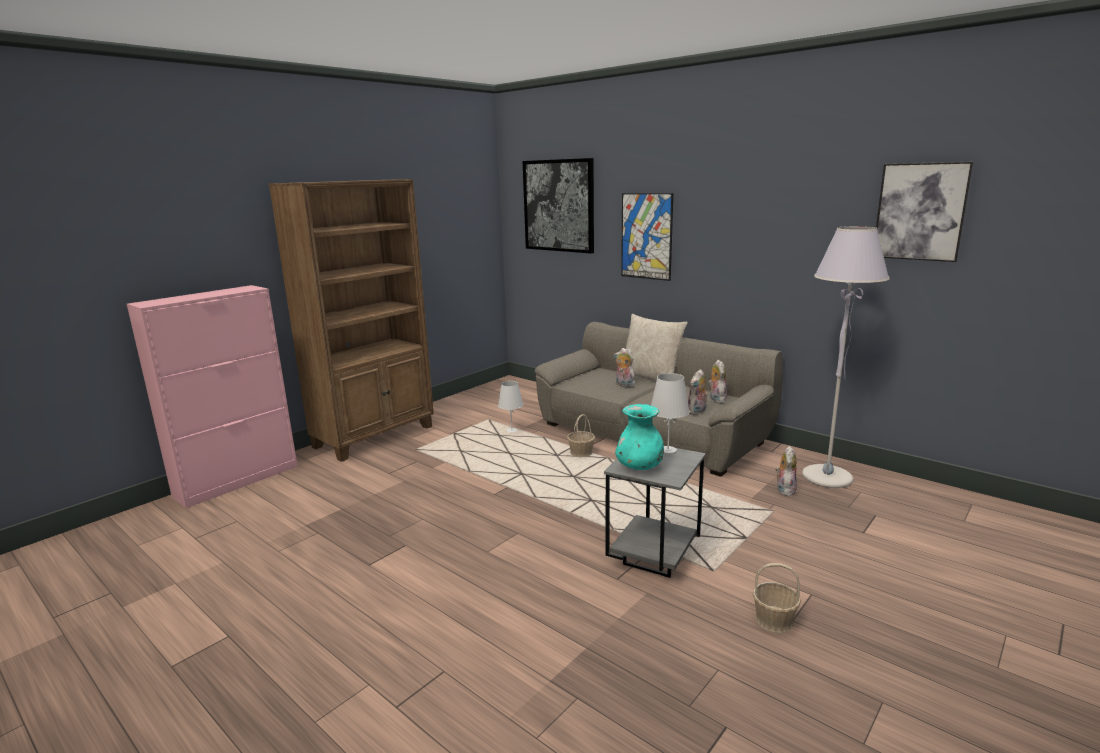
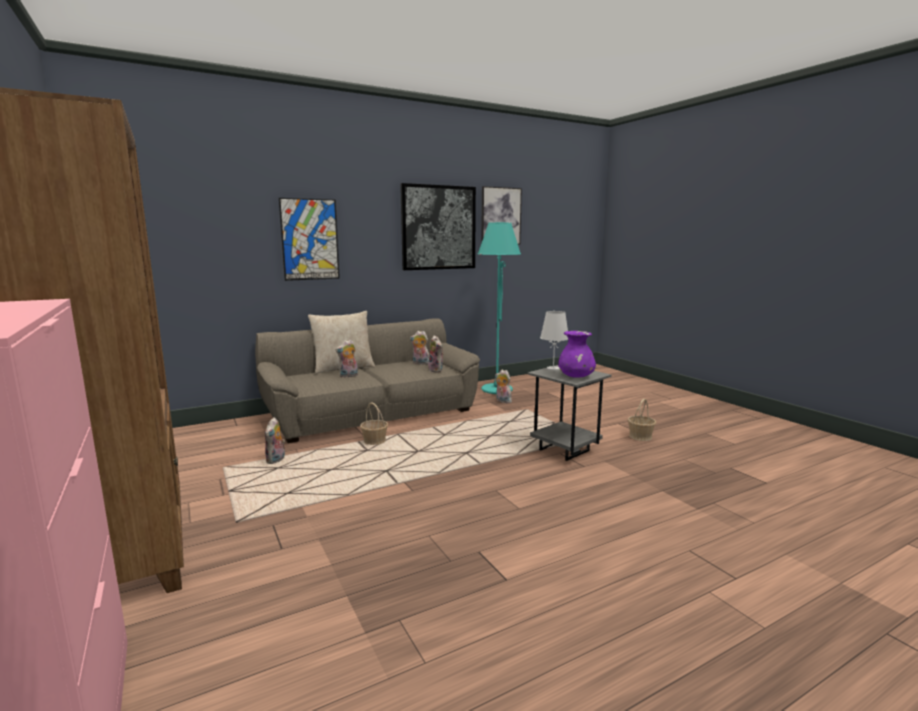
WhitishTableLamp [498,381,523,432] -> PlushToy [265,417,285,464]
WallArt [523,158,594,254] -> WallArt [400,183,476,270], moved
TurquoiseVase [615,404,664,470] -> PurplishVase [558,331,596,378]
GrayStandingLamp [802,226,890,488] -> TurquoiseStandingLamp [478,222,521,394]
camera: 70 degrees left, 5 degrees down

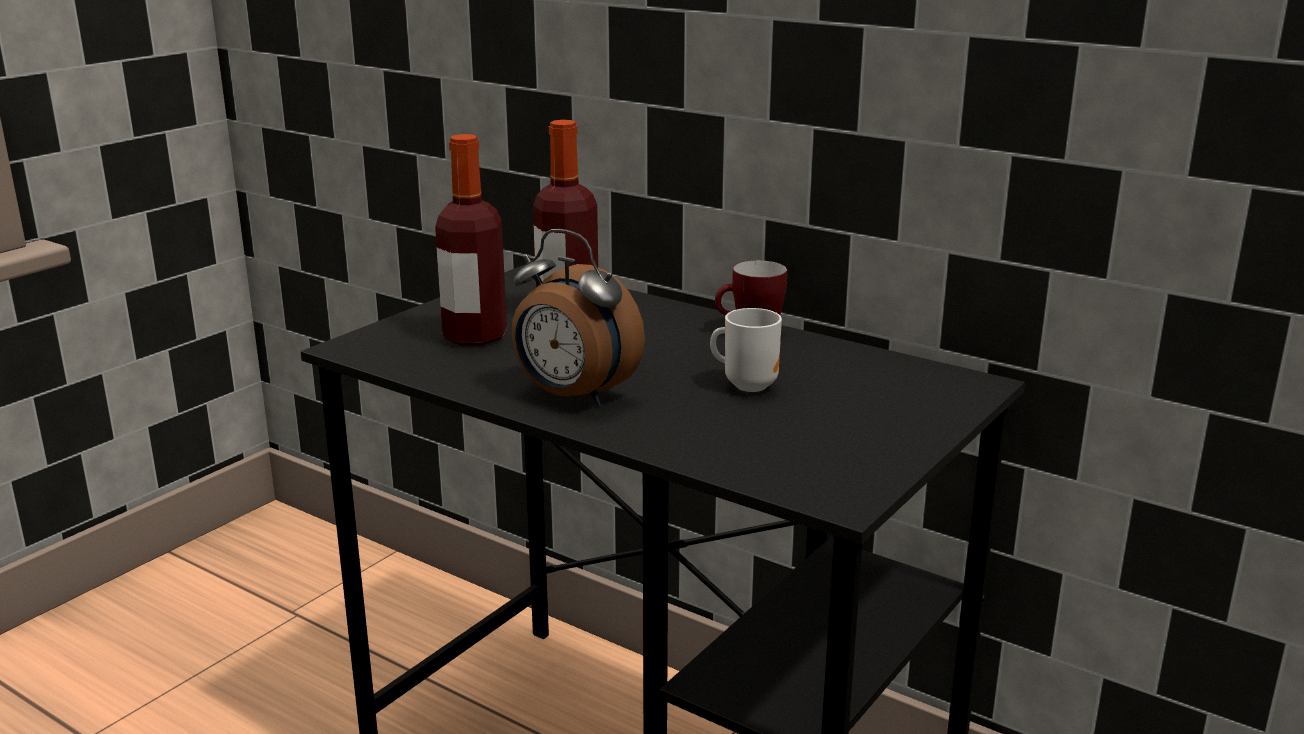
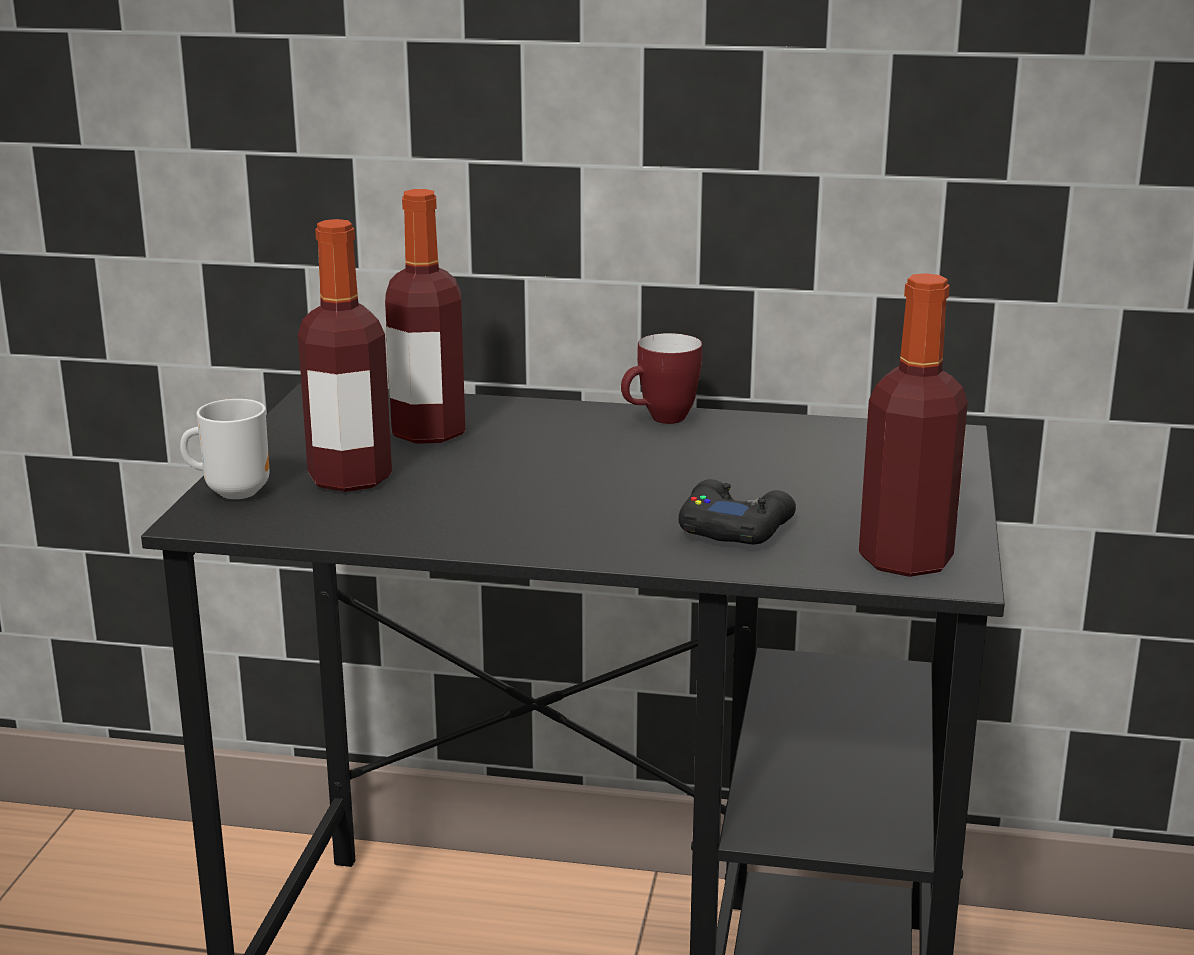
TableClock [512,229,645,406] -> none
TeaMug [710,308,782,392] -> TeaMug [180,399,270,499], moved
none -> BlackishJoypad [678,479,796,544]
none -> Bottle [859,273,968,577]
camera: 25 degrees left, 0 degrees up

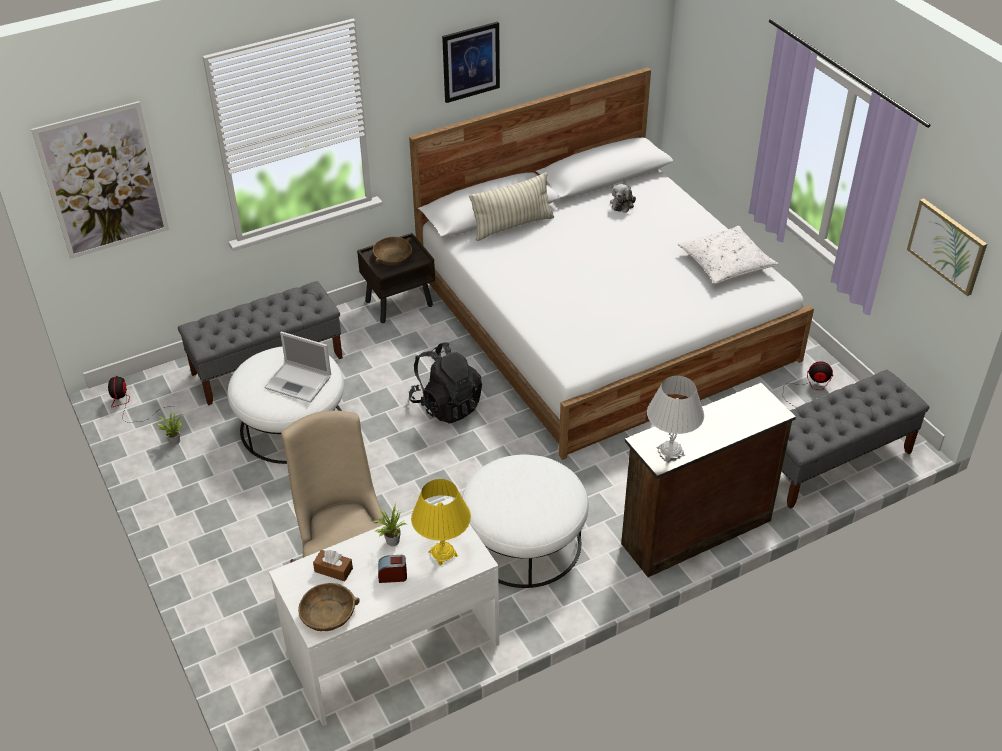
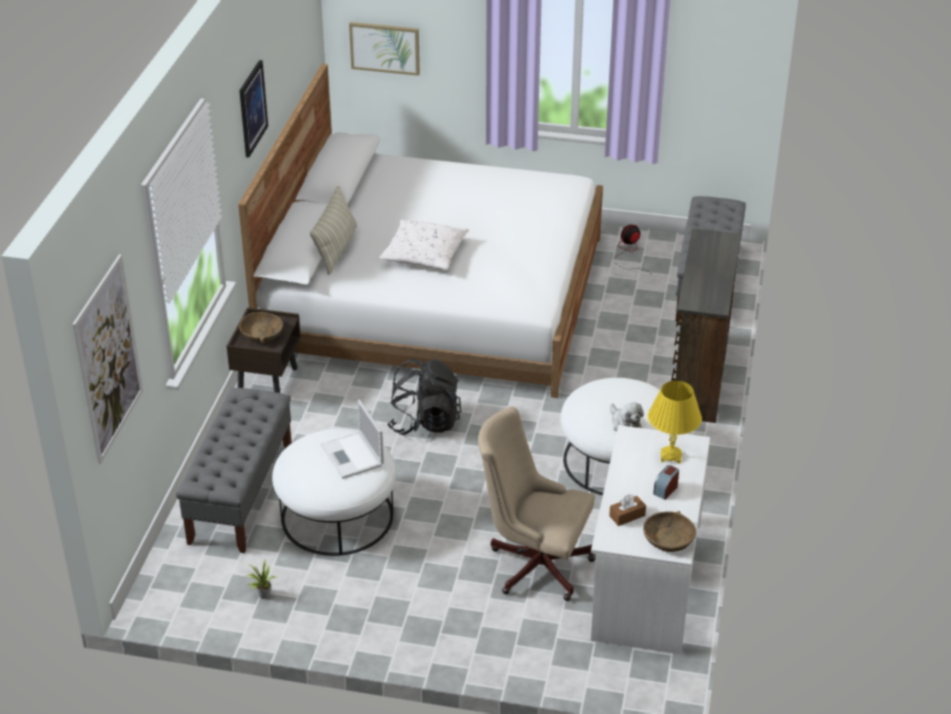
ElectricFan [108,376,171,423] -> none
Laptop [264,332,331,403] -> Laptop [321,400,384,479], 90 degrees clockwise
PlantInAPot [372,503,406,546] -> none
PlushToy [610,184,636,213] -> PlushToy [610,402,644,431], moved
WhitishTableLamp [647,376,704,462] -> none
WhitishPillow [678,226,779,284] -> WhitishPillow [379,219,469,270], moved
WallArt [907,198,987,296] -> WallArt [349,22,420,76], moved
camera: 50 degrees left, 5 degrees down

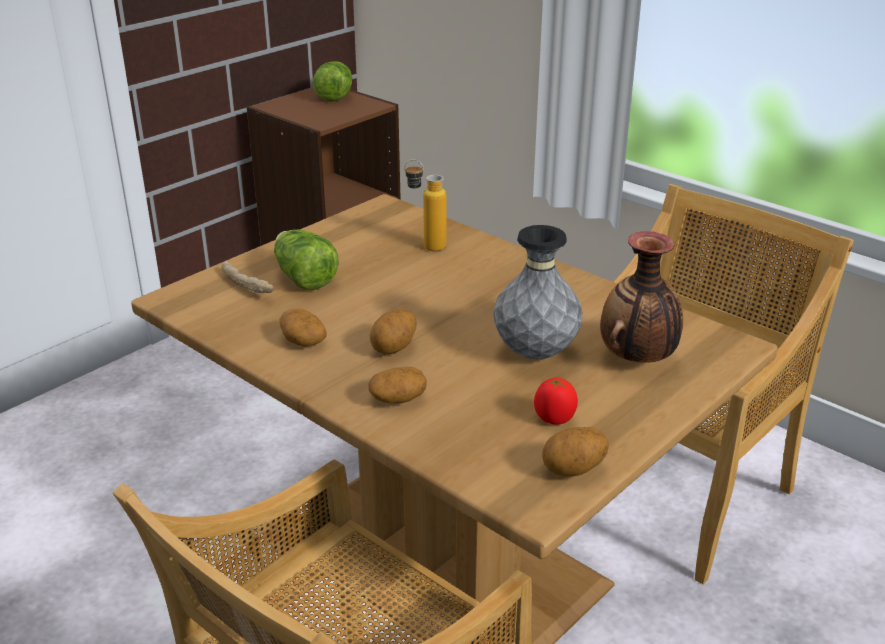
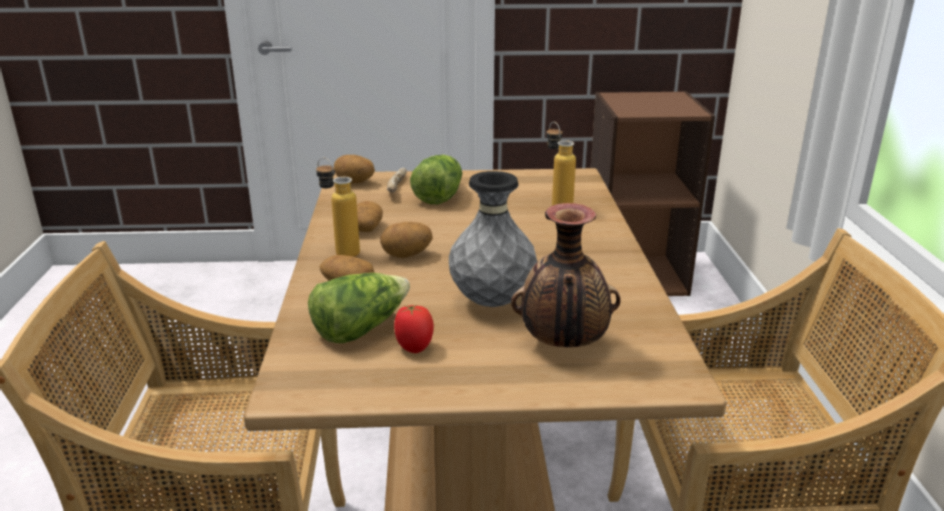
Lettuce [313,61,352,101] -> Lettuce [308,273,410,343], moved
Potato [542,427,609,476] -> Potato [334,155,375,184], moved
none -> Bottle [316,157,360,257]
camera: 45 degrees right, 5 degrees down

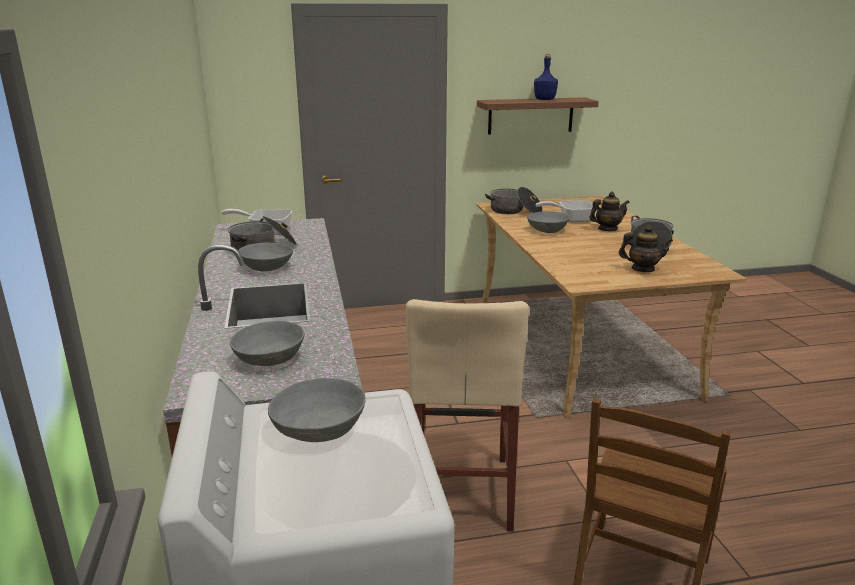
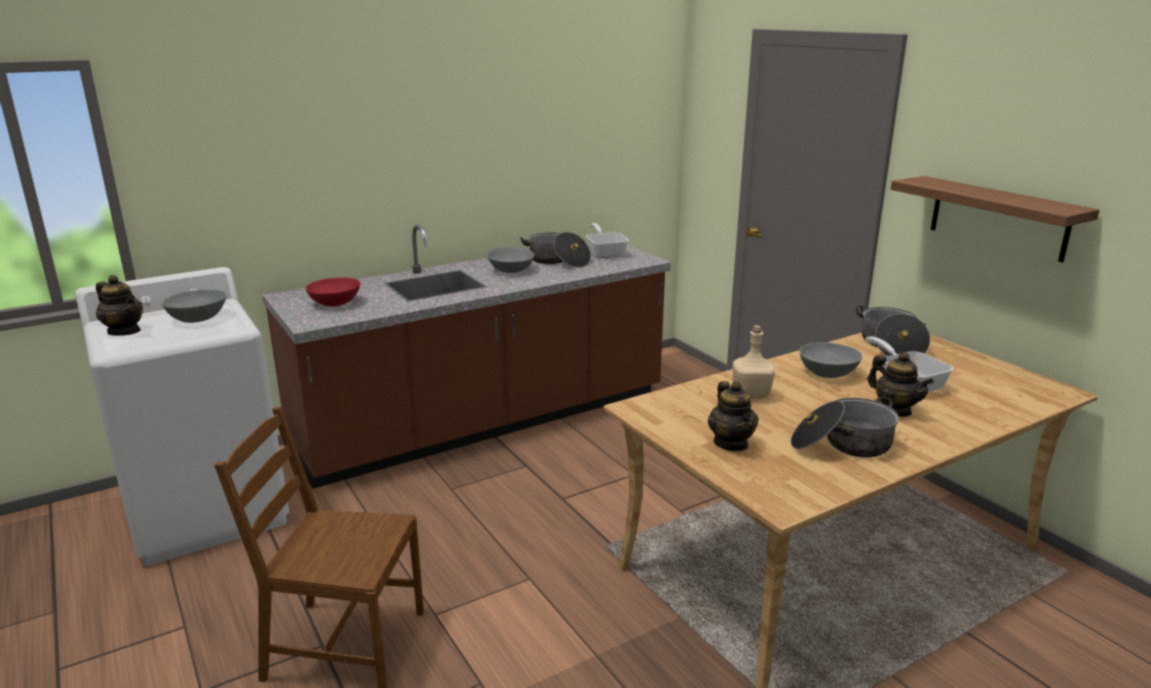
GrayDeepDish [230,321,305,366] -> RedColouredDeepDish [305,278,361,307]
BeigeColouredSittingStool [406,299,529,532] -> none
BlueColouredBottle [534,54,558,100] -> none
none -> PotForTea [96,275,143,336]
none -> BeigeColouredBottle [732,325,775,399]
camera: 70 degrees right, 0 degrees up

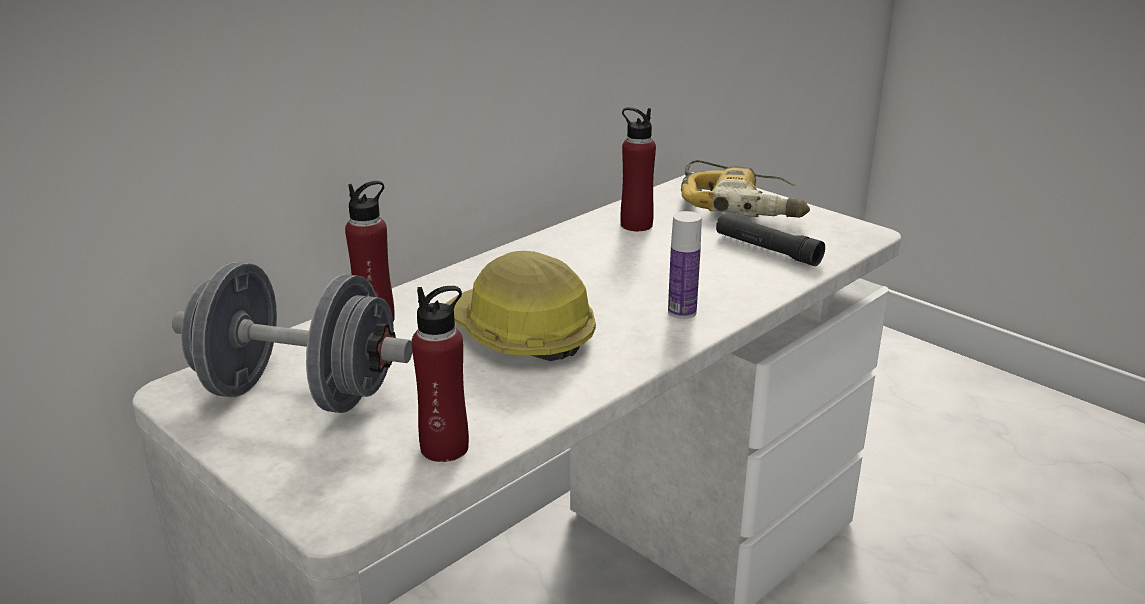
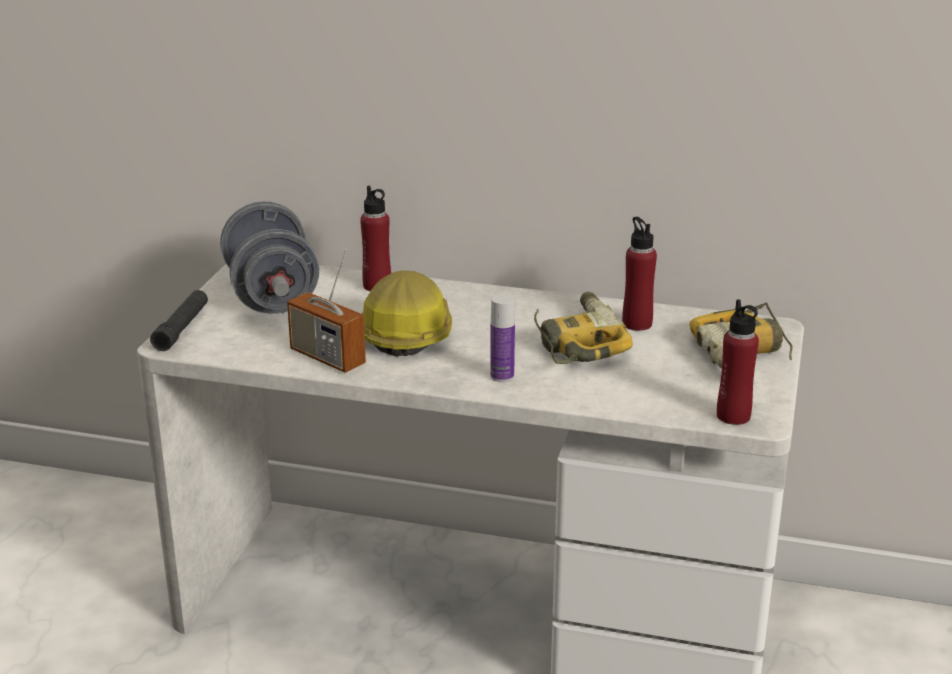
RedColouredBottle [411,286,469,462] -> RedColouredBottle [717,299,759,425], moved
BlackishHandTorch [716,214,825,266] -> BlackishHandTorch [150,290,208,351], moved
none -> Radio [287,249,366,373]
none -> PowerDrill [534,292,633,364]
camera: 60 degrees right, 0 degrees up

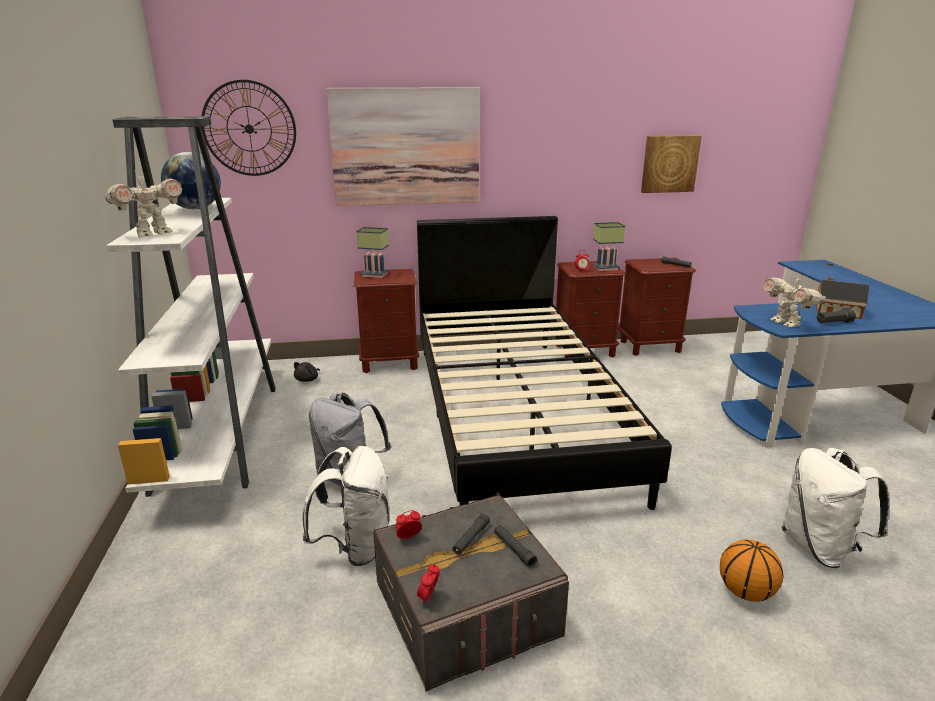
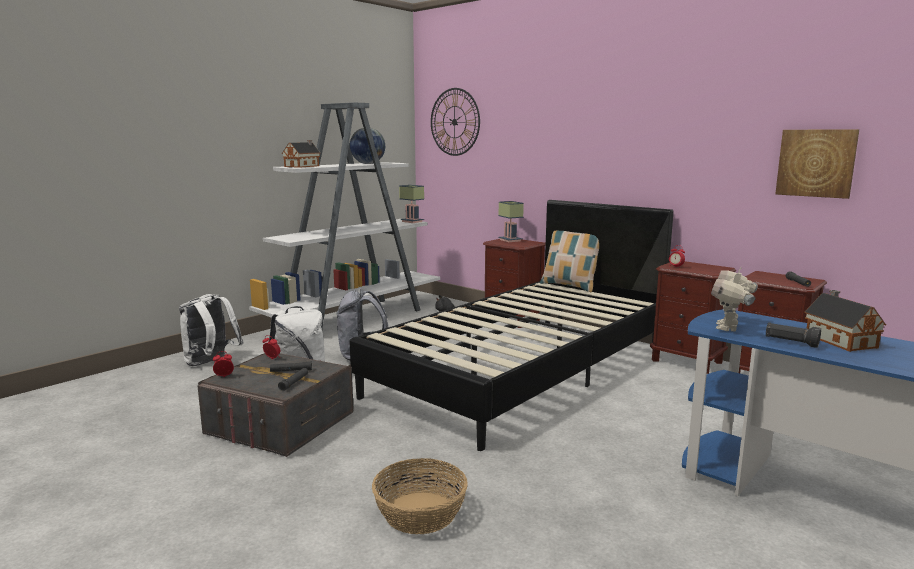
ToyRobot [105,170,182,237] -> MiniatureHouse [282,140,320,168]
WallArt [326,87,480,206] -> none
TableLamp [592,222,625,271] -> TableLamp [399,185,424,223], moved
BasketballBall [720,540,783,602] -> HouseholdBasket [372,458,468,534]
WhitishKnapsack [782,448,890,568] -> WhitishKnapsack [179,294,244,366], moved
none -> Pillow [540,231,599,292]
camera: 50 degrees right, 10 degrees down

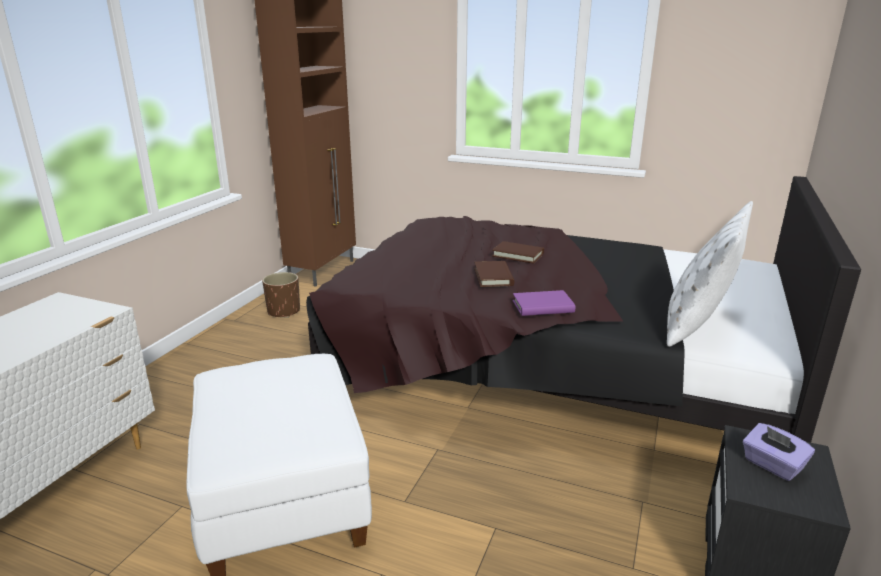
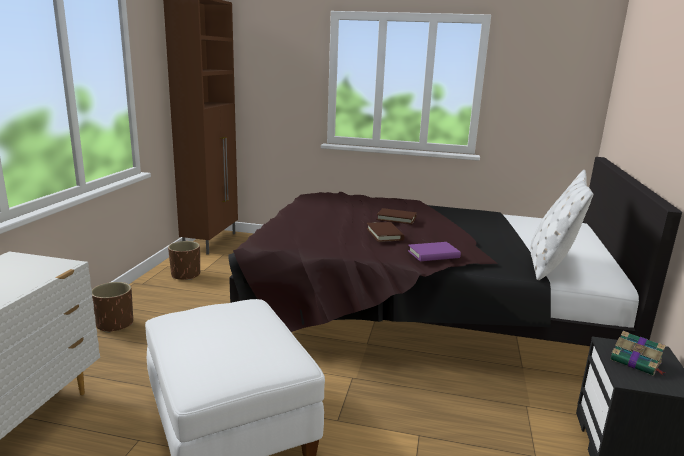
PurplishBoxOfTissues [743,423,815,481] -> Volume [610,331,666,376]
none -> BrownPlantPot [92,282,133,333]
camera: 10 degrees left, 5 degrees down

